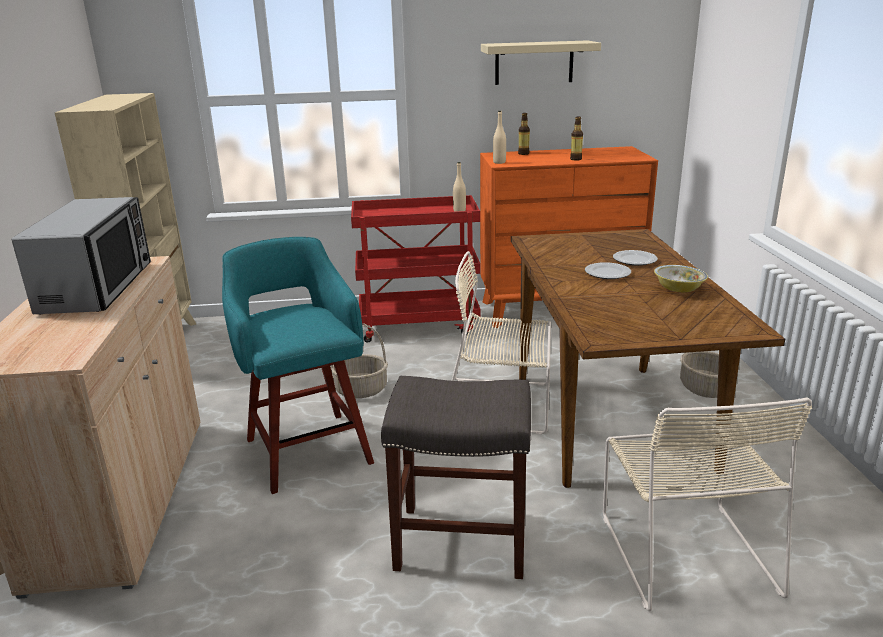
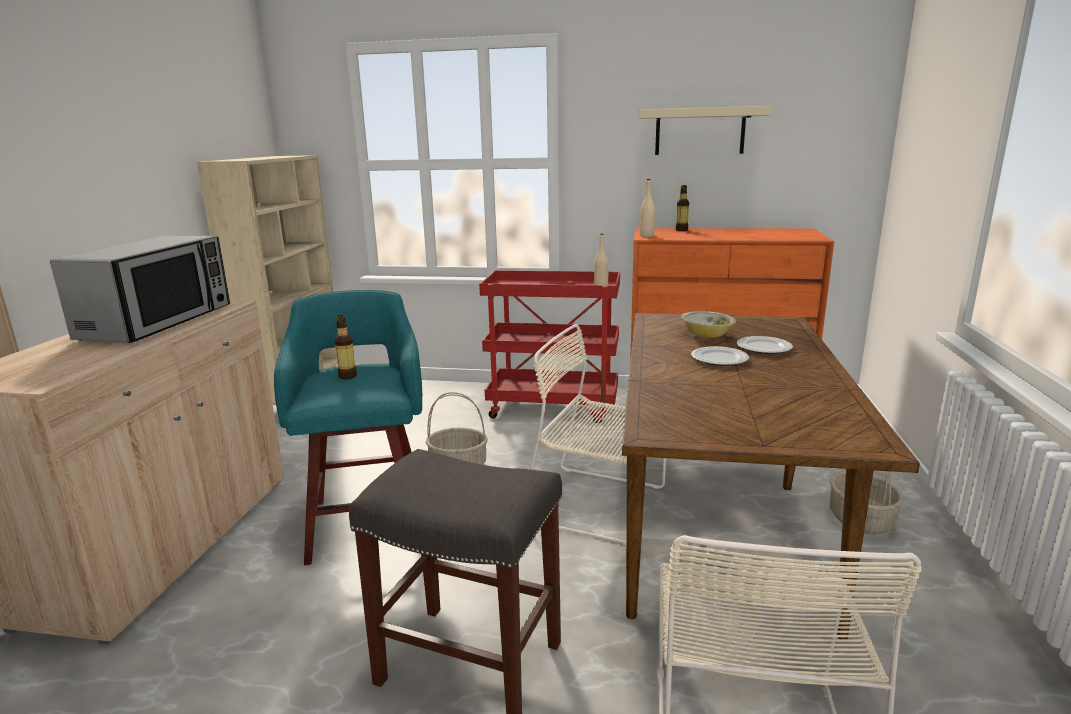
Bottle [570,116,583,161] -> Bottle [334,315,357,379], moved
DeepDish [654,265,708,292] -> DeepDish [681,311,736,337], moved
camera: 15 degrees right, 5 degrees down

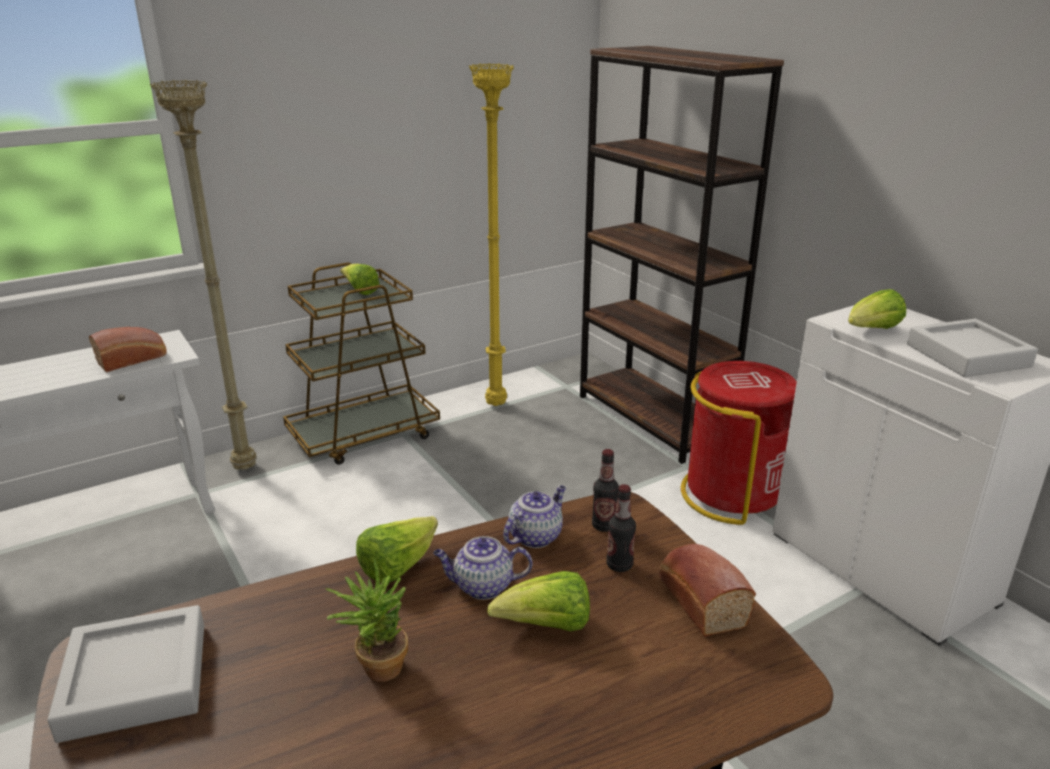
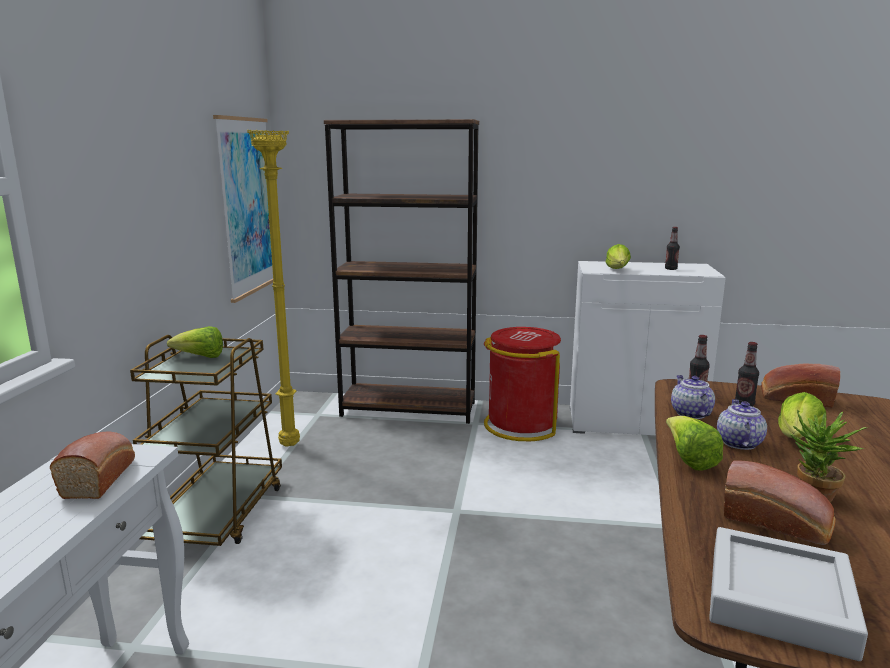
BeigeColouredStandingLamp [150,80,257,470] -> none
PotForTea [433,536,533,600] -> PotForTea [717,399,767,450], 150 degrees clockwise
GrayServingTray [907,319,1038,377] -> Bottle [665,227,680,270]
none -> WallArt [213,115,273,303]
none -> Bread [724,460,836,545]
camera: 50 degrees left, 10 degrees down

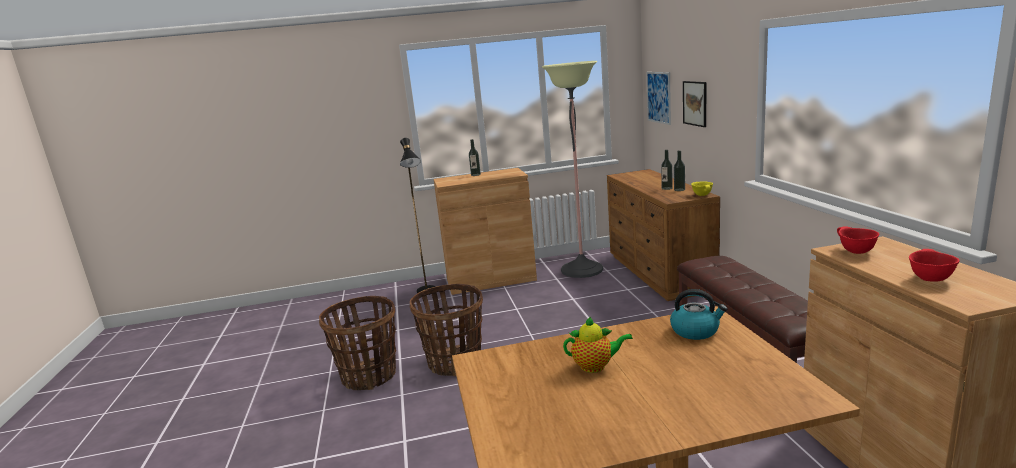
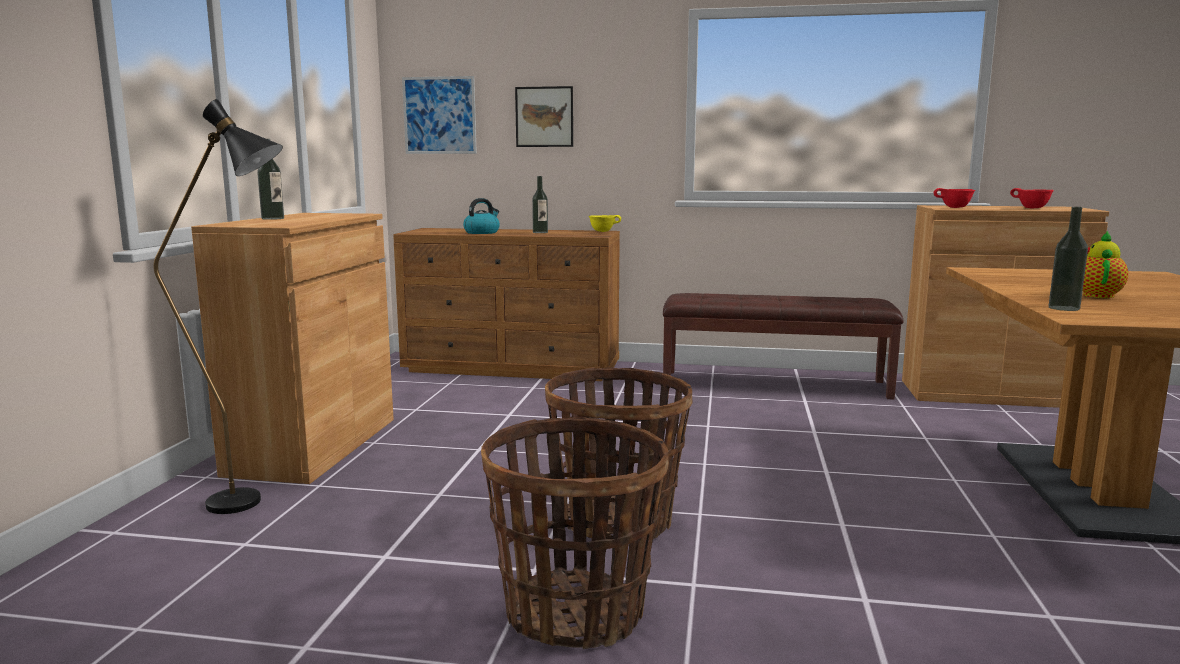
StandingLamp [542,61,603,278] -> none
Kettle [670,289,727,340] -> Kettle [463,198,500,234], moved
Bottle [674,150,685,191] -> Bottle [1049,207,1088,311], moved
camera: 70 degrees left, 5 degrees down

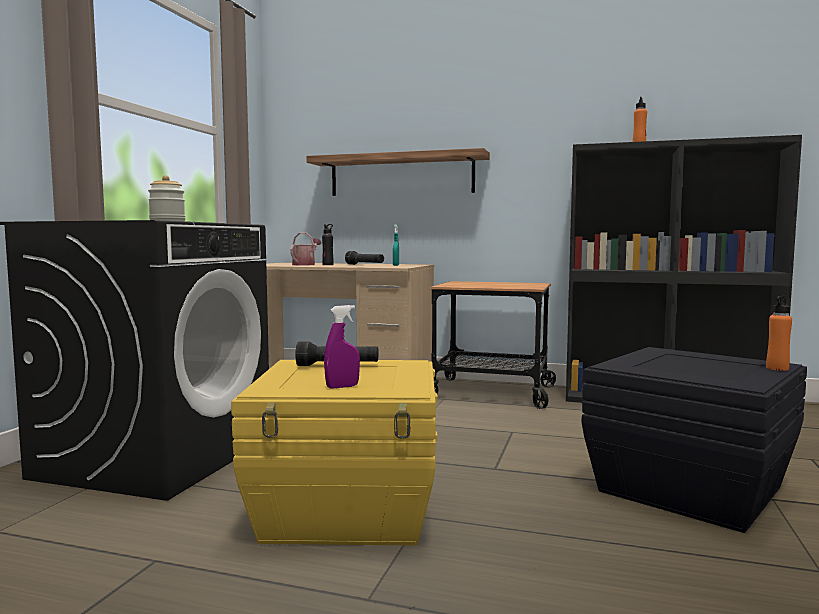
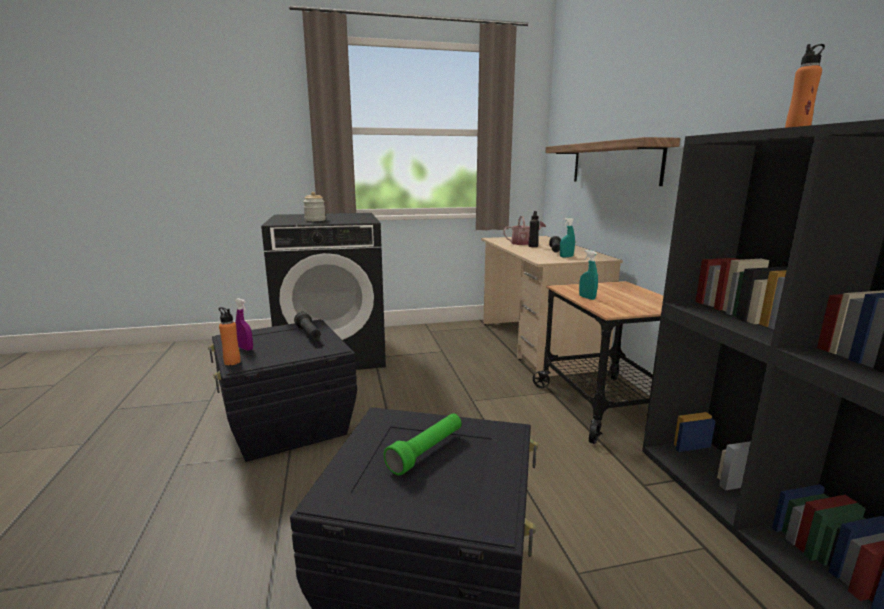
YellowStorageBox [231,360,438,546] -> BlackishStorageBox [208,320,357,462]
OrangeyBottle [766,296,792,371] -> OrangeyBottle [219,307,241,365], moved
none -> GreenishHandTorch [384,413,462,475]
none -> TurquoiseSprayBottle [579,250,598,300]
camera: 60 degrees right, 10 degrees up

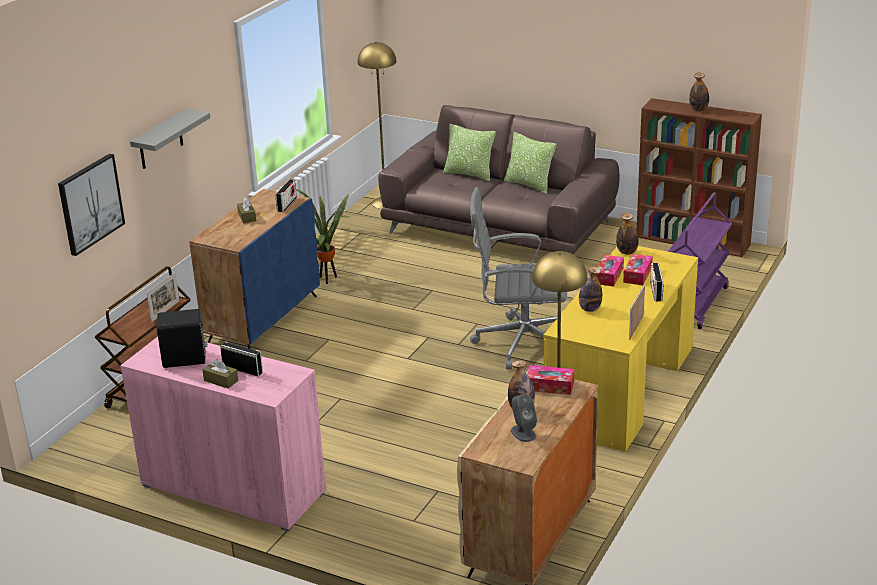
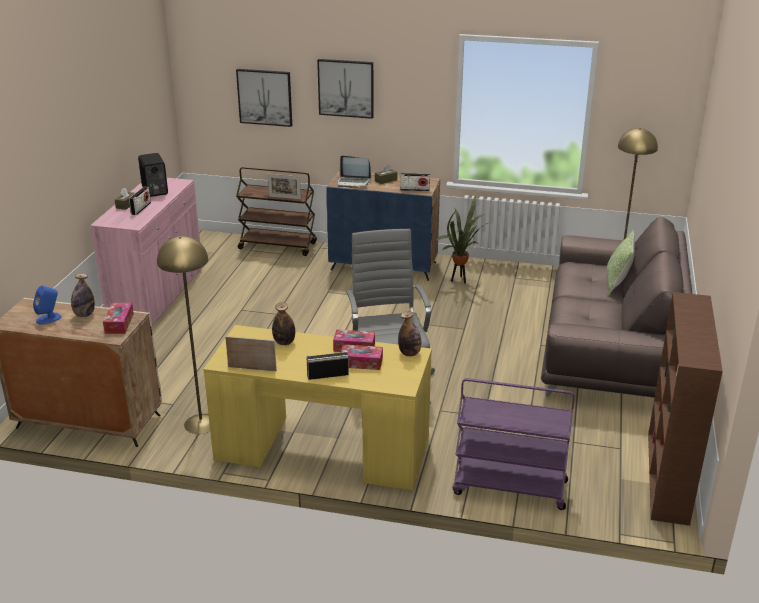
GrayShelf [130,109,210,169] -> WallArt [317,59,374,119]
Pillow [504,132,556,194] -> none
GraySpeaker [511,394,537,442] -> BlueColouredSpeaker [33,286,62,325]
Bottle [689,73,709,111] -> none
none -> Laptop [337,156,371,188]
camera: 75 degrees right, 0 degrees up

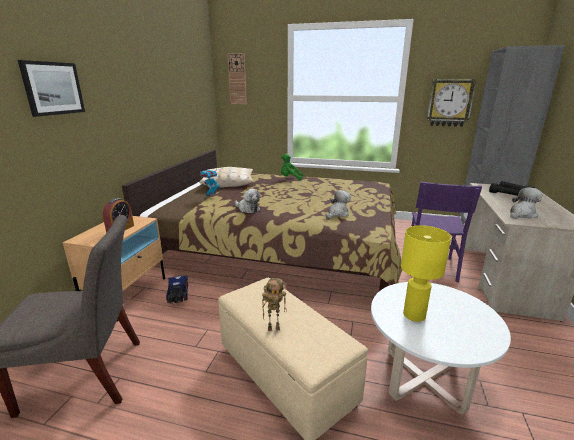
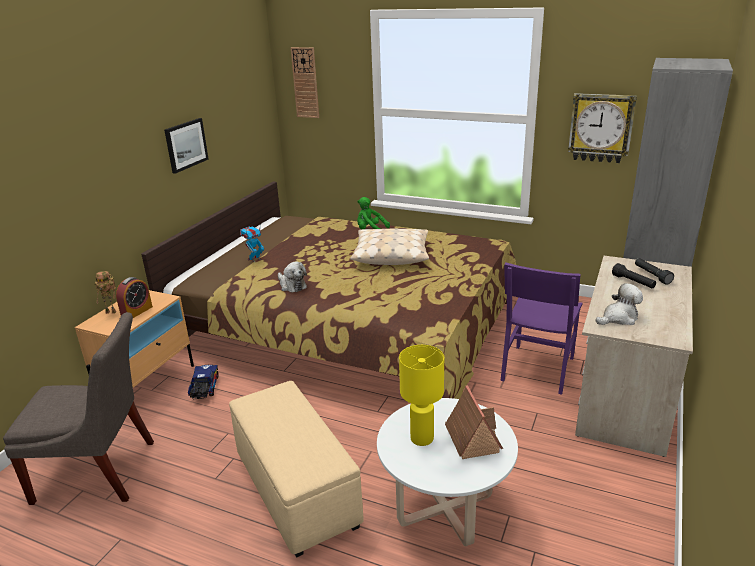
WallArt [18,60,85,117] -> WallArt [164,118,209,174], moved
BeigeColouredPillow [199,167,253,187] -> BeigeColouredPillow [350,229,429,265], moved
ToyRobot [262,278,287,331] -> ToyRobot [95,271,116,314], moved
PlushToy [325,190,351,218] -> none
none -> MiniatureHouse [445,386,503,459]
camera: 10 degrees right, 5 degrees up

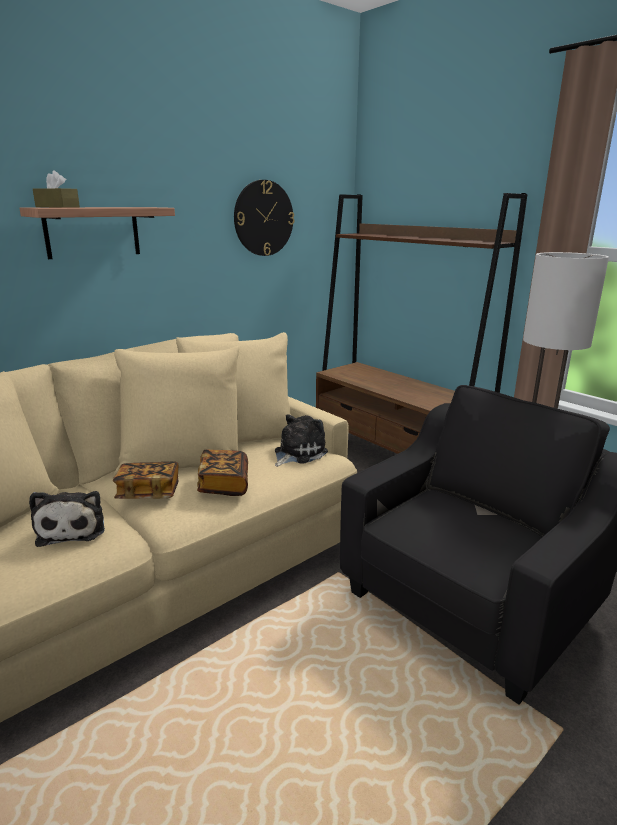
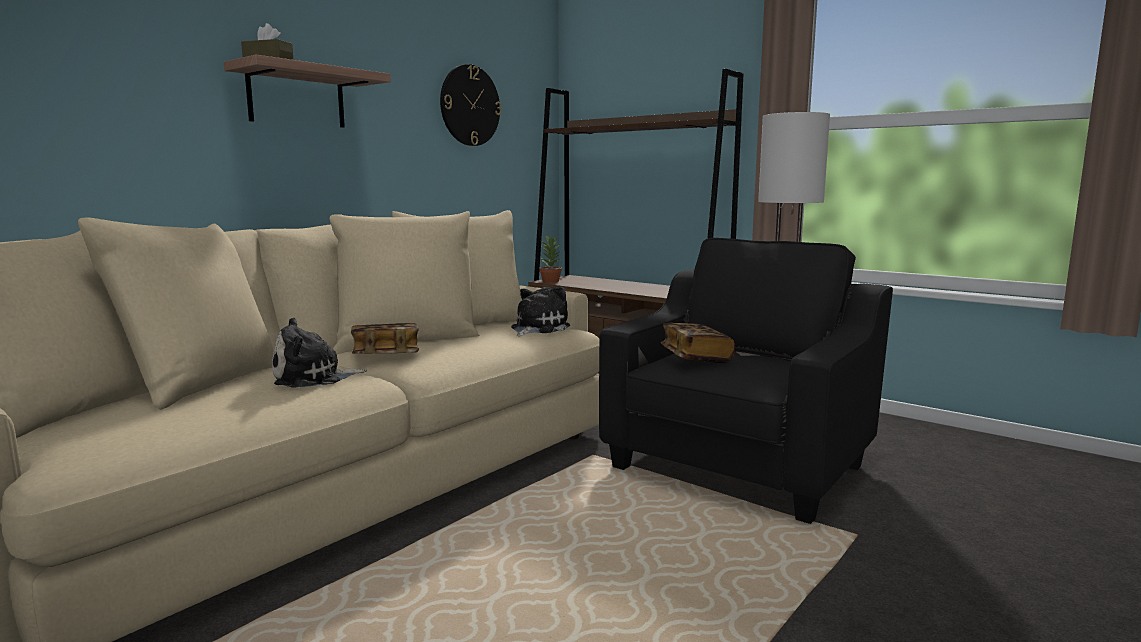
PlushToy [29,491,105,547] -> PlushToy [272,317,367,388], 90 degrees clockwise
Volume [197,449,248,496] -> Volume [661,323,735,363], moved
none -> PlantInAPot [539,236,562,283]
camera: 10 degrees left, 10 degrees down

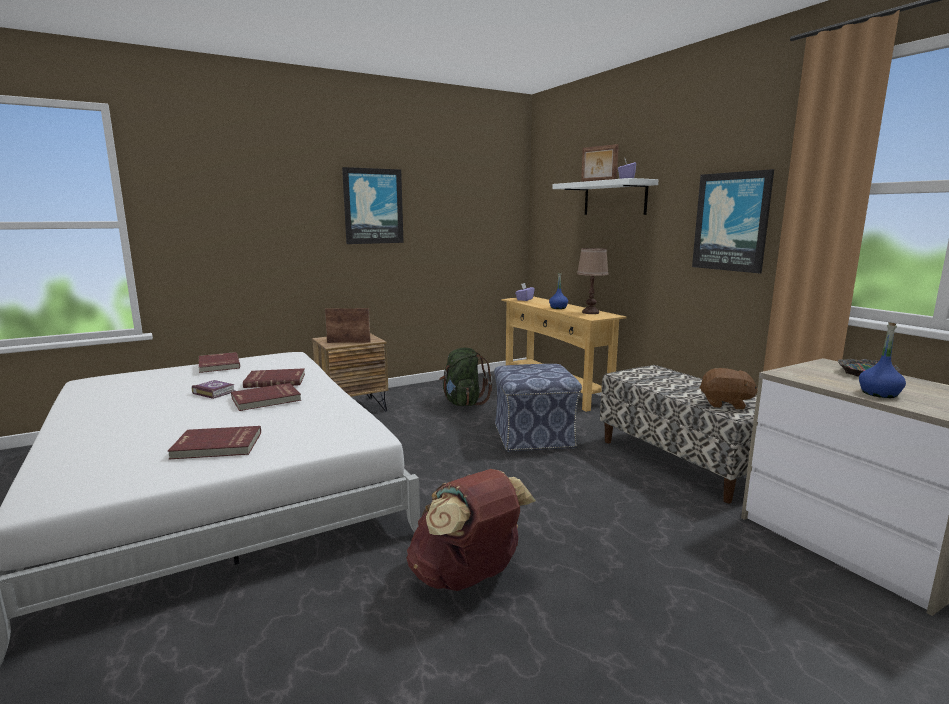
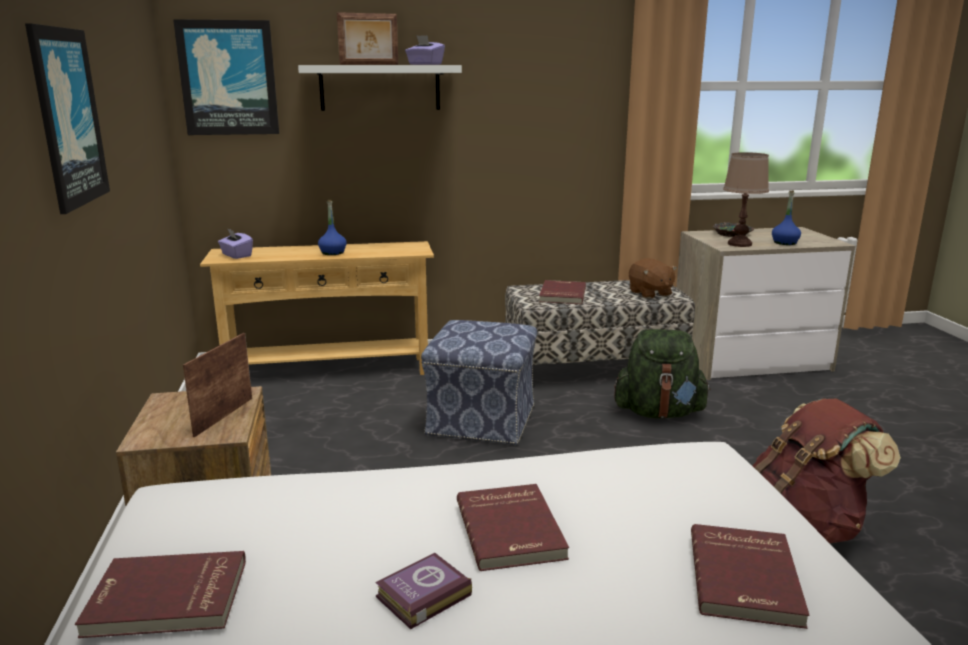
RedColouredVolume [243,368,305,388] -> RedColouredVolume [539,280,586,304], moved
GreenishKnapsack [439,348,493,406] -> GreenishKnapsack [614,329,711,419], moved
BrownTableLamp [577,248,609,314] -> BrownTableLamp [723,152,769,247], moved
WallArt [692,169,774,273] -> WallArt [173,19,279,135], moved
BrownPlushToy [699,368,758,410] -> BrownPlushToy [629,258,677,299], 120 degrees clockwise
camera: 70 degrees left, 5 degrees up

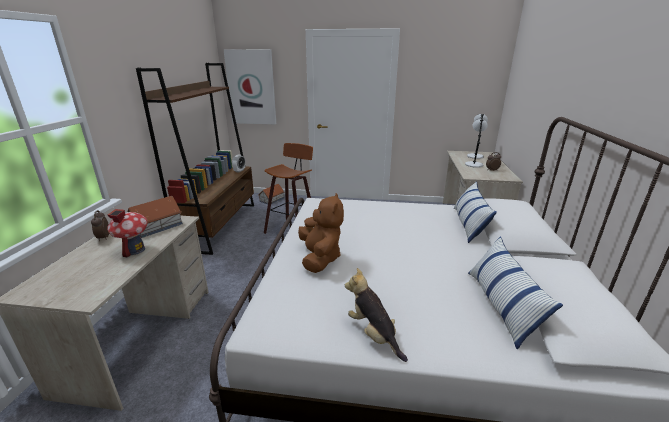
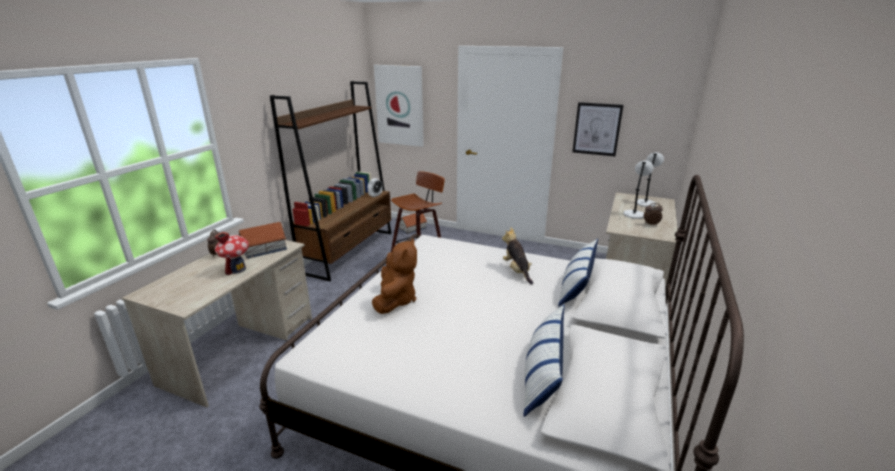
PlushToy [345,268,408,362] -> PlushToy [502,227,533,284], moved
none -> WallArt [572,102,623,156]
camera: 15 degrees right, 0 degrees up

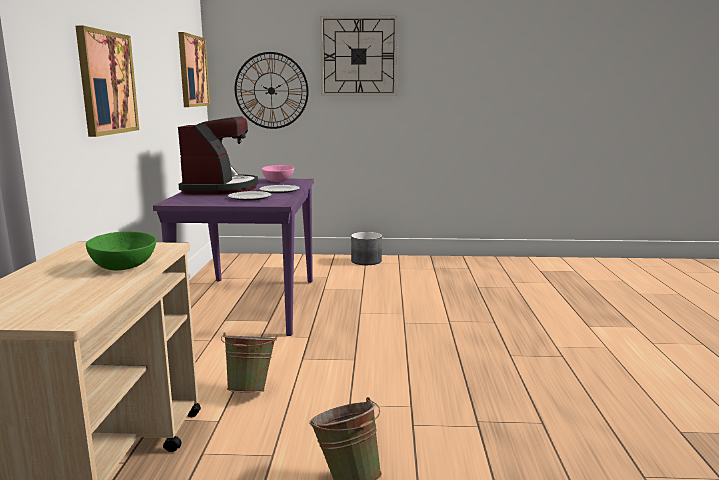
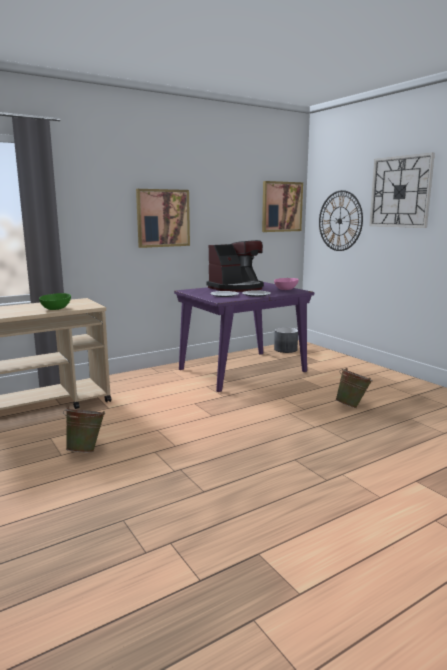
GreenishBucket [221,332,277,393] -> GreenishBucket [335,368,372,408], moved
GrayPlantPot [351,232,382,265] -> GrayPlantPot [274,327,298,353], moved
camera: 55 degrees right, 0 degrees up

